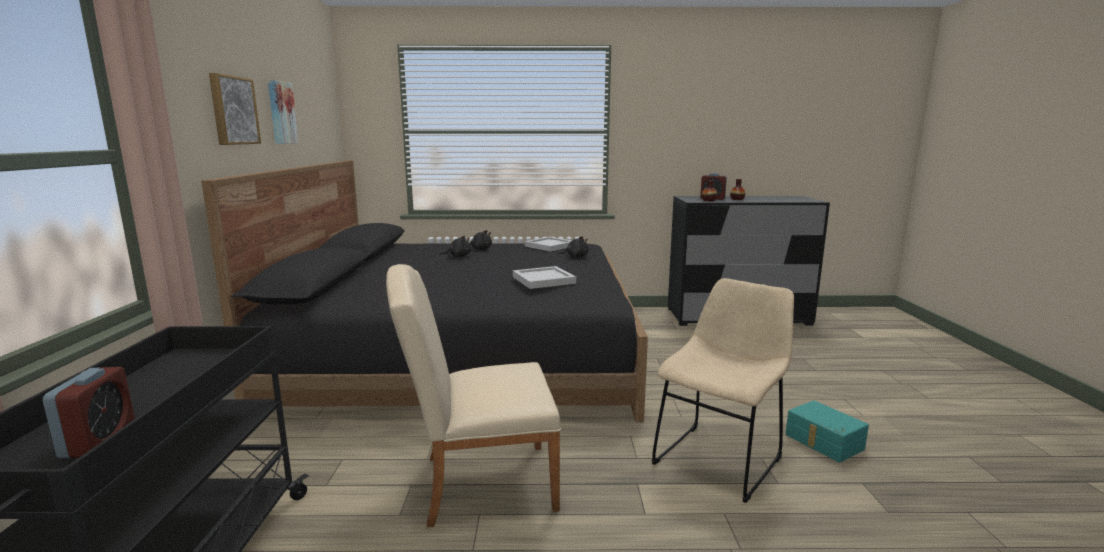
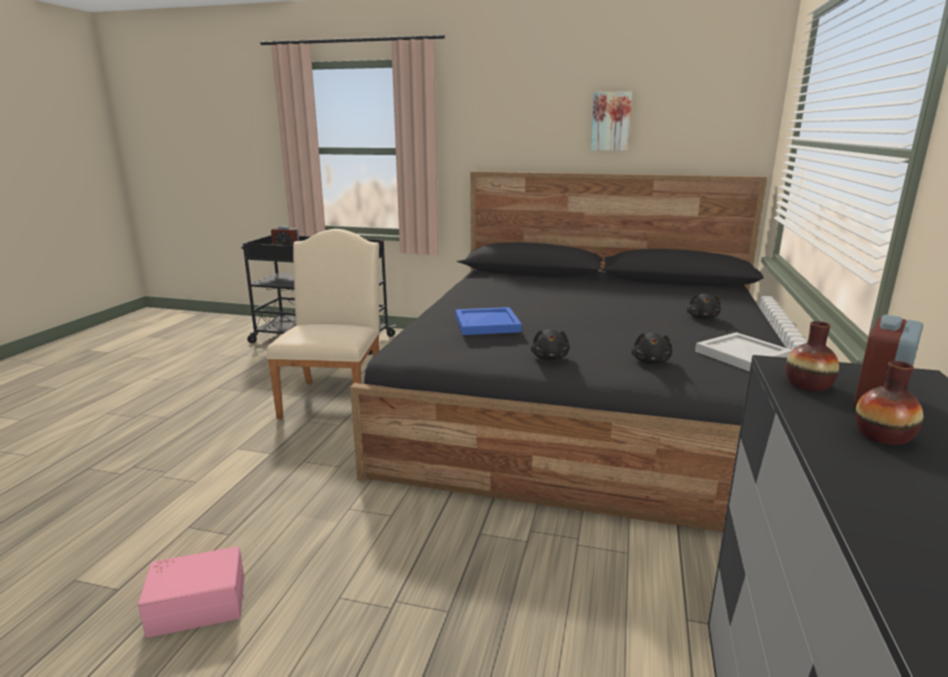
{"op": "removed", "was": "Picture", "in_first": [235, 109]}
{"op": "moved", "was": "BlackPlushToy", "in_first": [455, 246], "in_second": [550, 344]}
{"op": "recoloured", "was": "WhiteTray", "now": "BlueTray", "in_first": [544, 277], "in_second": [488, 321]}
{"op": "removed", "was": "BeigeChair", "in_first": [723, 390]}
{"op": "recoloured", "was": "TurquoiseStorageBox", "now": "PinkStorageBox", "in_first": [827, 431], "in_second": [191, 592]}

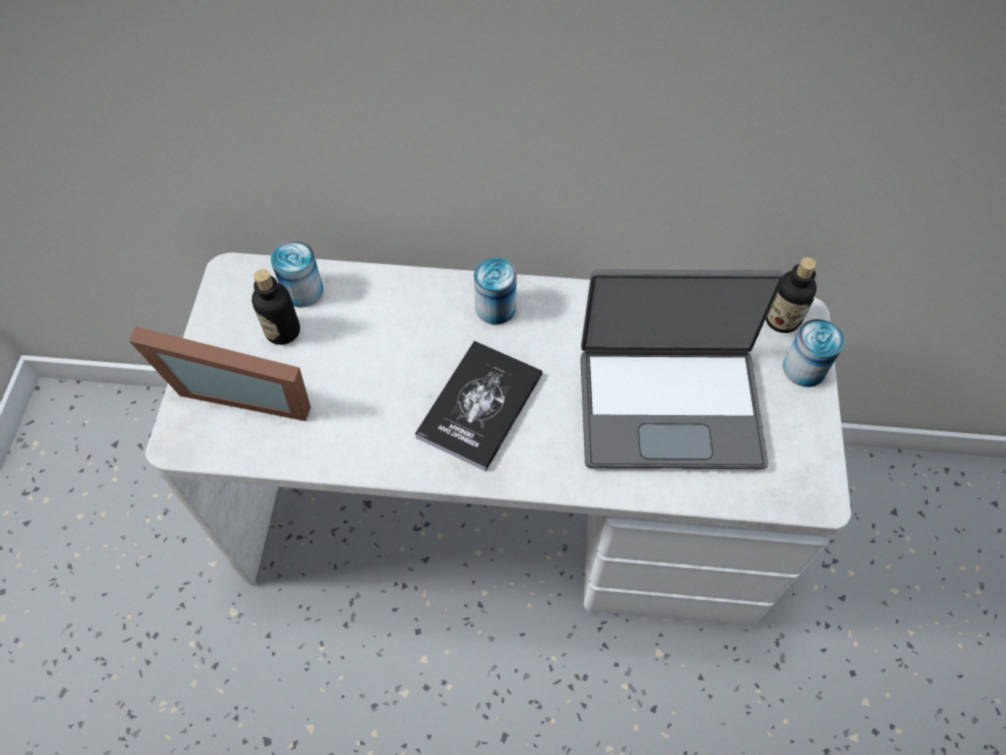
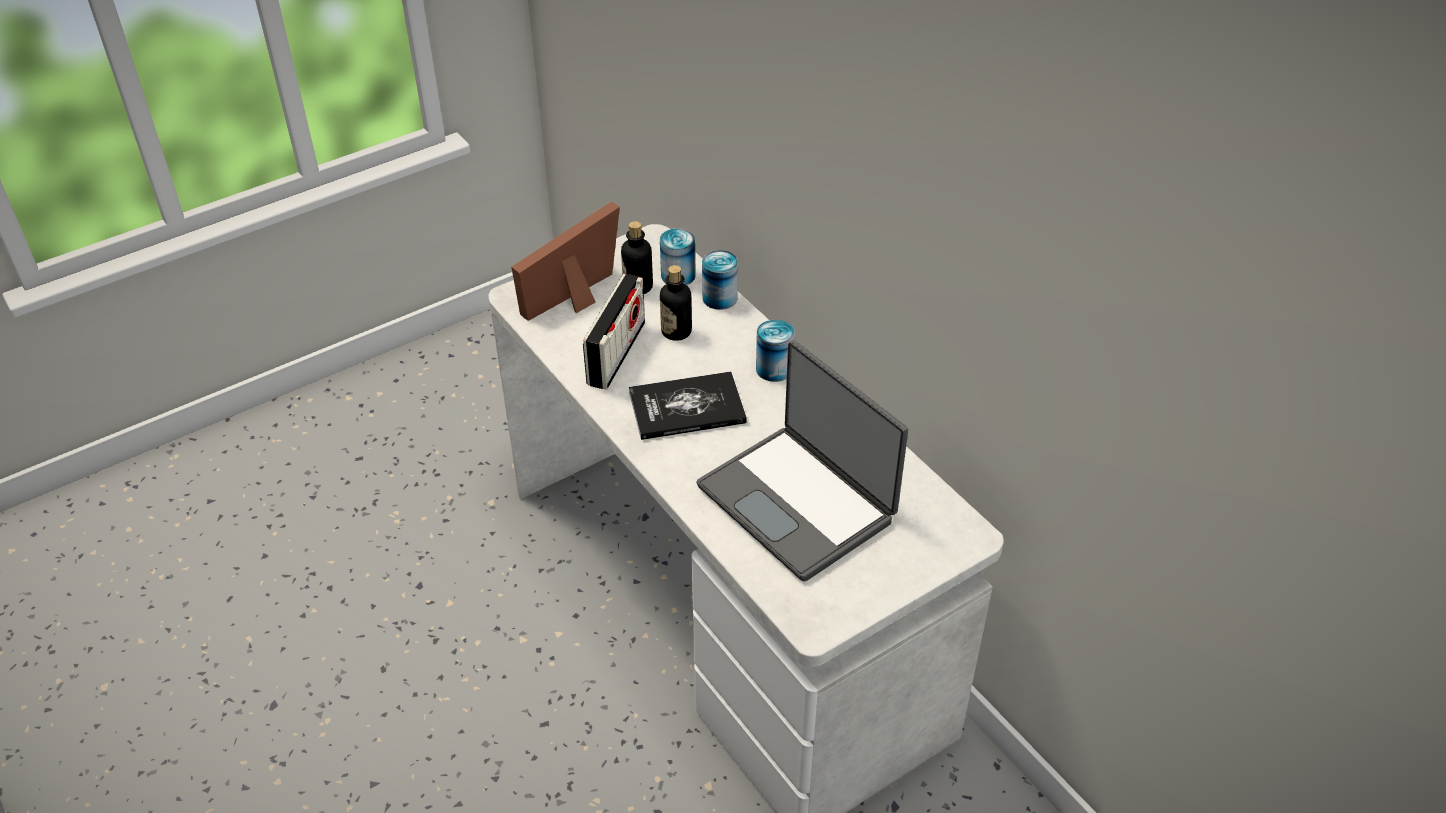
{"op": "moved", "was": "Bottle", "in_first": [791, 295], "in_second": [676, 303]}
{"op": "moved", "was": "Can", "in_first": [814, 353], "in_second": [720, 280]}
{"op": "turned", "was": "PictureFrame", "in_first": [220, 374], "in_second": [565, 261], "clockwise": 75}
{"op": "added", "now": "Radio", "in_second": [614, 332]}

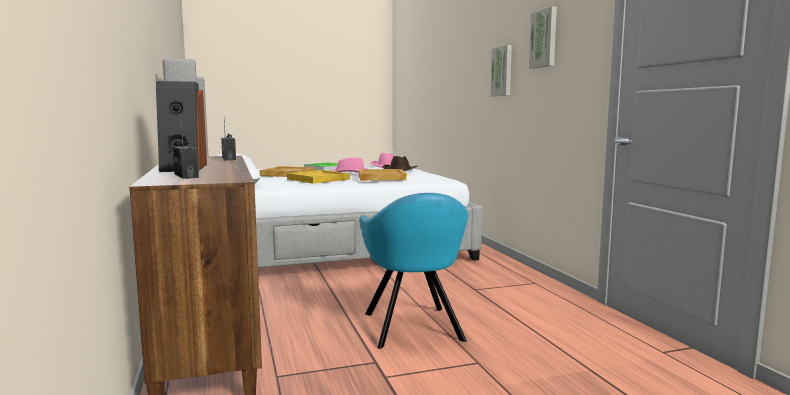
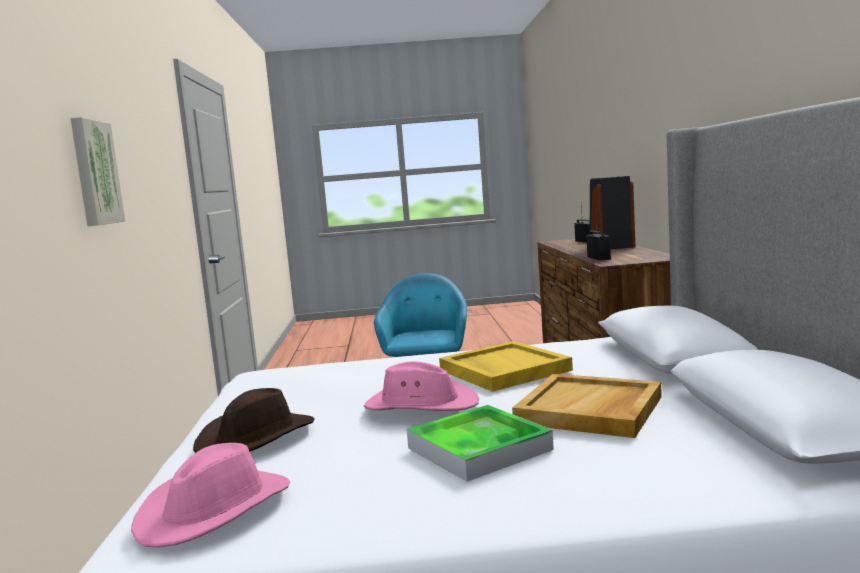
{"op": "removed", "was": "Picture", "in_first": [543, 37]}
{"op": "removed", "was": "BeigeTray", "in_first": [383, 175]}

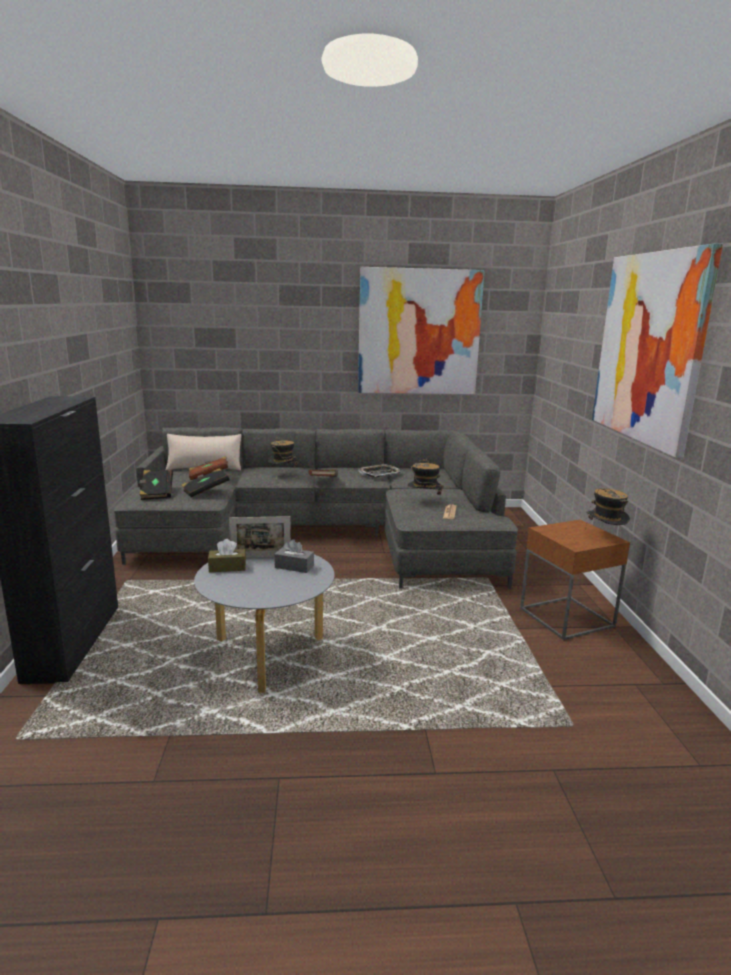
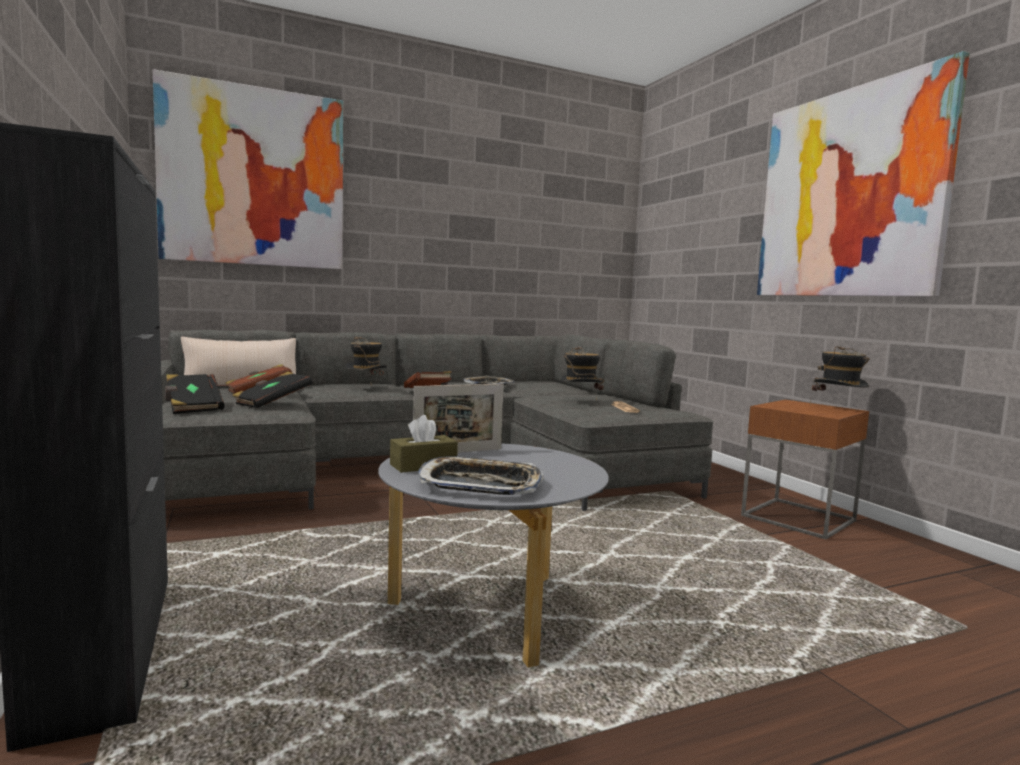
{"op": "moved", "was": "Picture", "in_first": [421, 330], "in_second": [248, 169]}
{"op": "removed", "was": "GreyTissueBox", "in_first": [294, 556]}
{"op": "added", "now": "Tray", "in_second": [481, 475]}

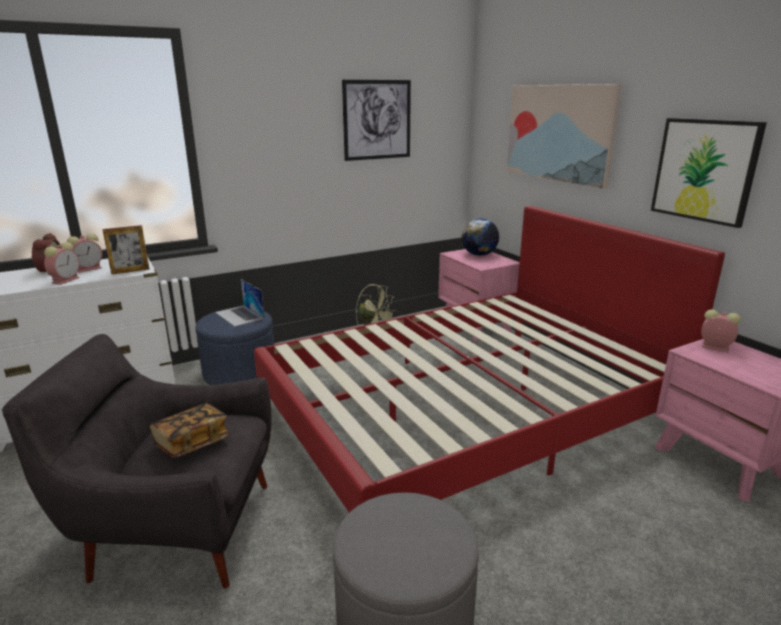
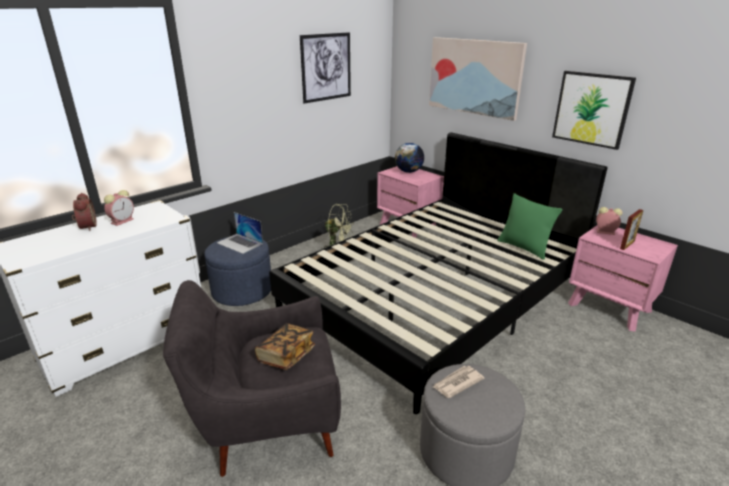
{"op": "recoloured", "was": "RedBed", "now": "BlackBed", "in_first": [489, 359], "in_second": [438, 273]}
{"op": "moved", "was": "PictureFrame", "in_first": [125, 250], "in_second": [632, 229]}
{"op": "removed", "was": "AlarmClock", "in_first": [62, 263]}
{"op": "added", "now": "GreenPillow", "in_second": [529, 226]}
{"op": "added", "now": "Newspaper", "in_second": [459, 382]}

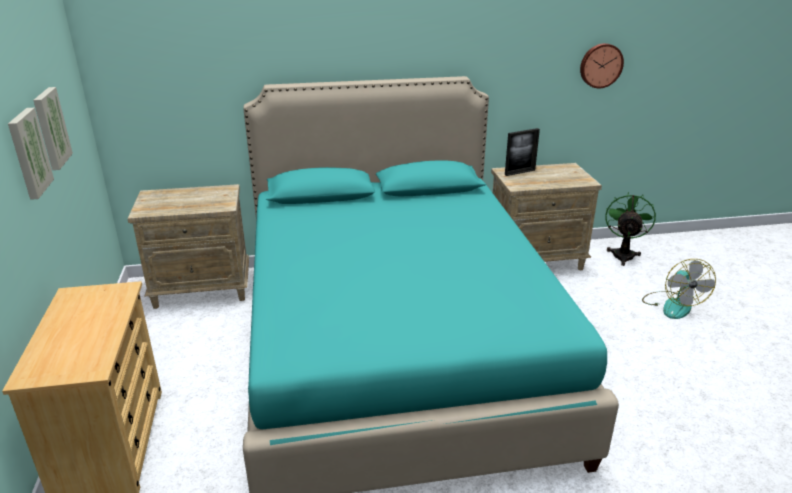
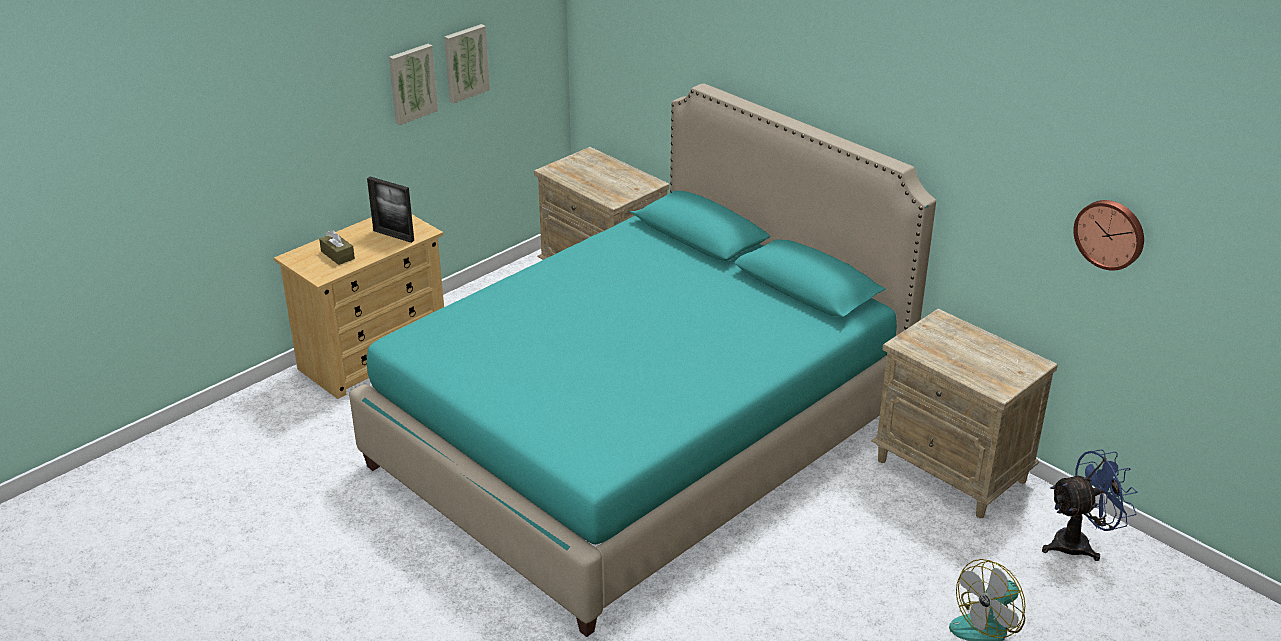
{"op": "moved", "was": "PictureFrame", "in_first": [522, 152], "in_second": [390, 210]}
{"op": "recoloured", "was": "GreenFan", "now": "BlueFan", "in_first": [630, 229], "in_second": [1090, 505]}
{"op": "added", "now": "BrownTissueBox", "in_second": [337, 247]}

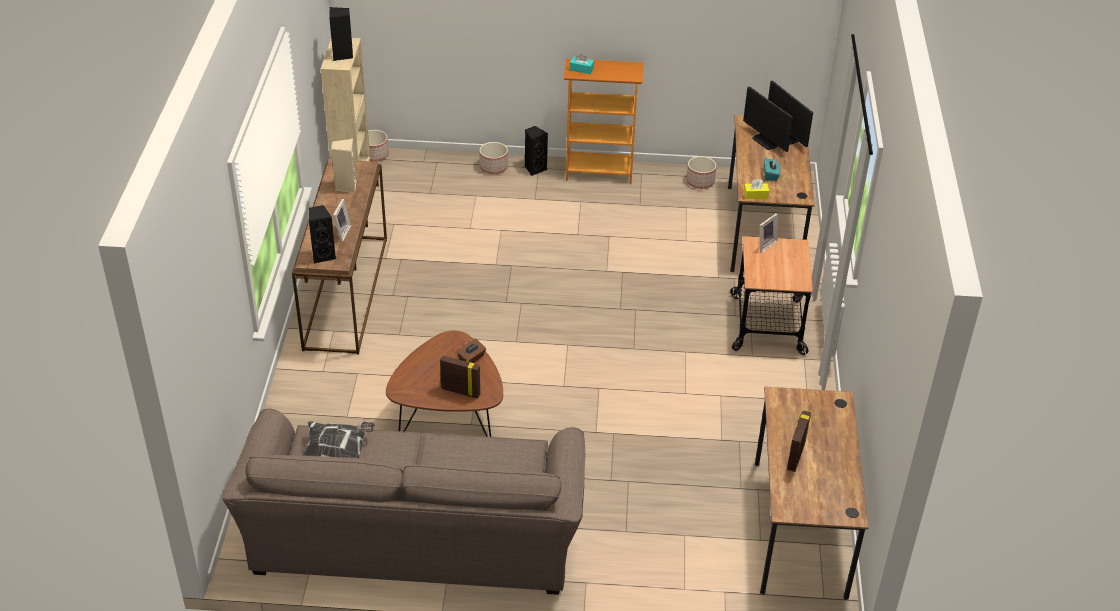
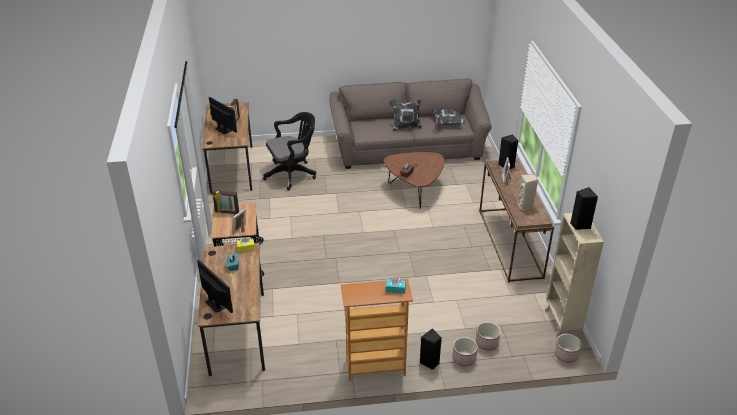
{"op": "moved", "was": "Monitor", "in_first": [768, 119], "in_second": [223, 115]}
{"op": "moved", "was": "Planter", "in_first": [701, 172], "in_second": [488, 336]}
{"op": "moved", "was": "PictureFrame", "in_first": [460, 377], "in_second": [225, 202]}
{"op": "added", "now": "Pillow", "in_second": [406, 115]}
{"op": "added", "now": "BlackOfficeChair", "in_second": [289, 151]}

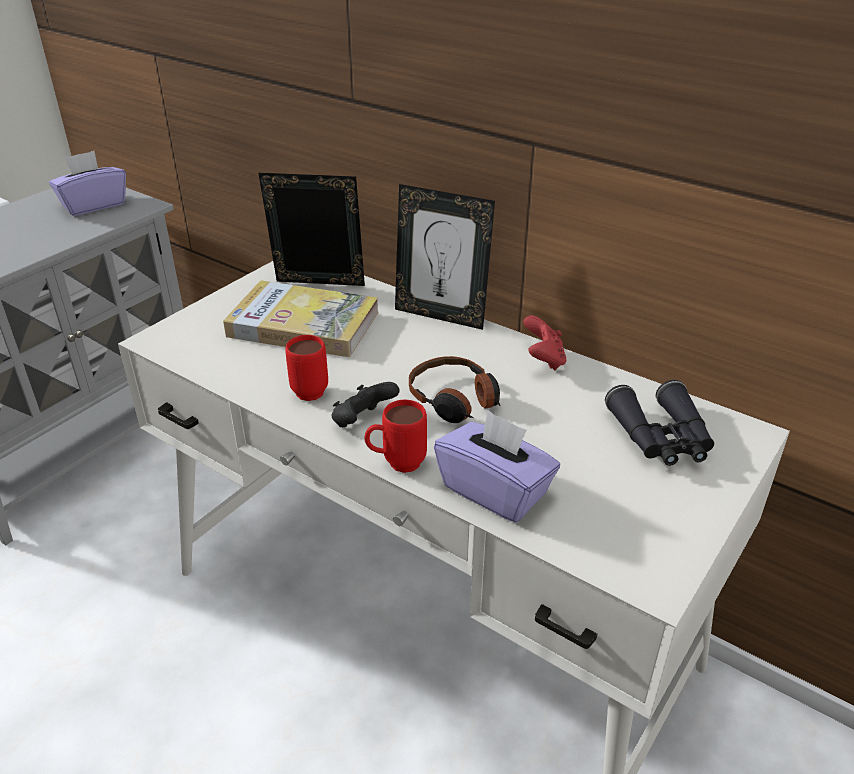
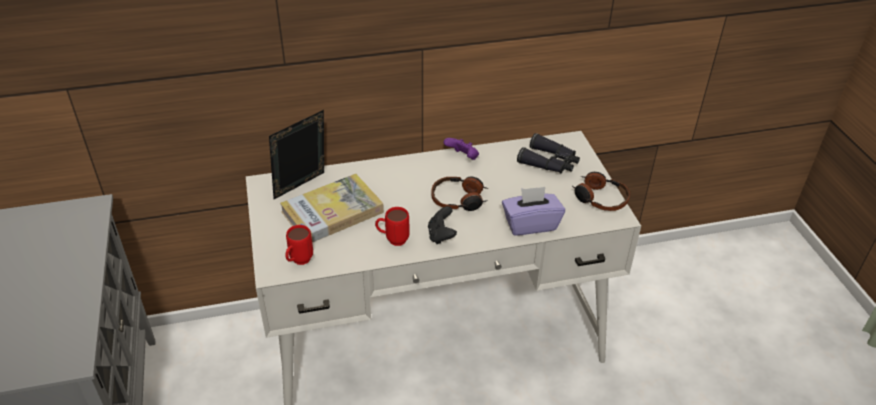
{"op": "removed", "was": "PurpleTissueBox", "in_first": [87, 183]}
{"op": "removed", "was": "PictureFrame", "in_first": [445, 257]}
{"op": "recoloured", "was": "RedGameController", "now": "PurpleGameController", "in_first": [544, 343], "in_second": [461, 149]}
{"op": "moved", "was": "RedMug", "in_first": [395, 436], "in_second": [299, 245]}
{"op": "added", "now": "Headphones", "in_second": [601, 191]}

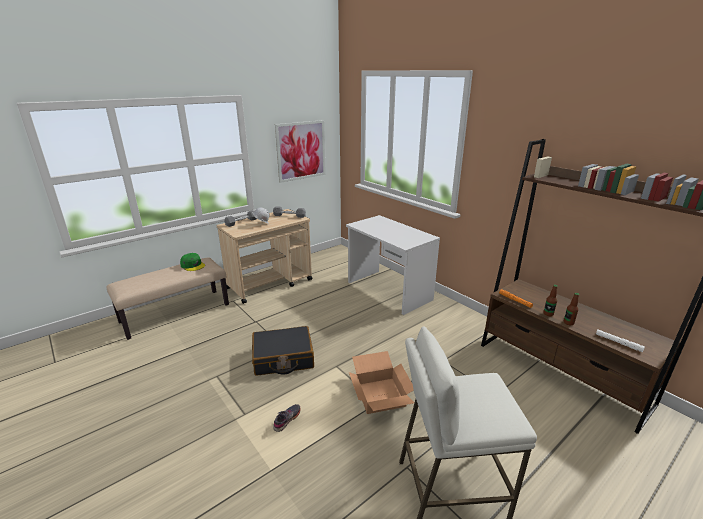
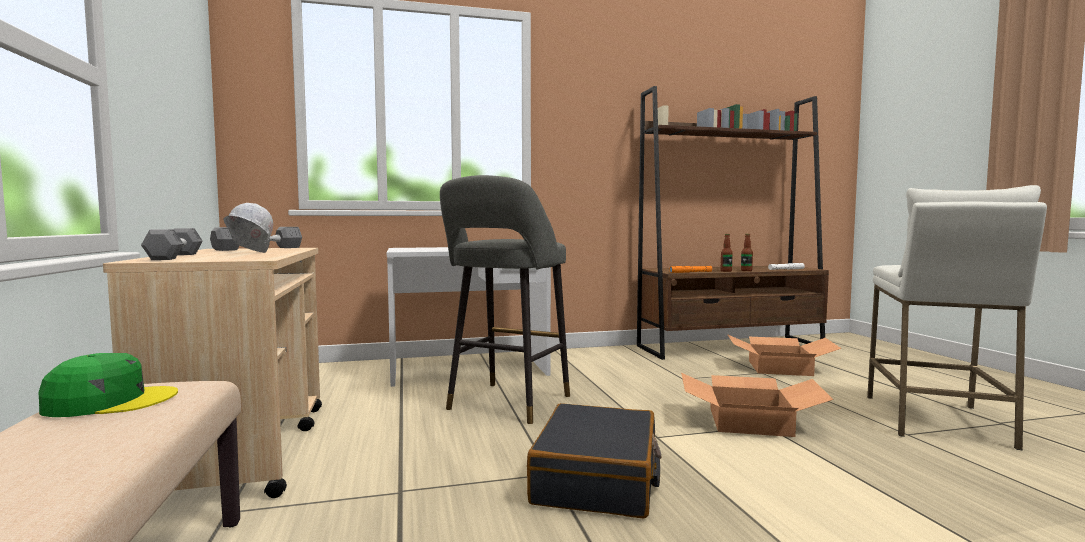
{"op": "removed", "was": "Picture", "in_first": [300, 151]}
{"op": "removed", "was": "GreyShoe", "in_first": [287, 418]}
{"op": "added", "now": "GreyStool", "in_second": [505, 299]}
{"op": "added", "now": "CardboardBox", "in_second": [784, 355]}

